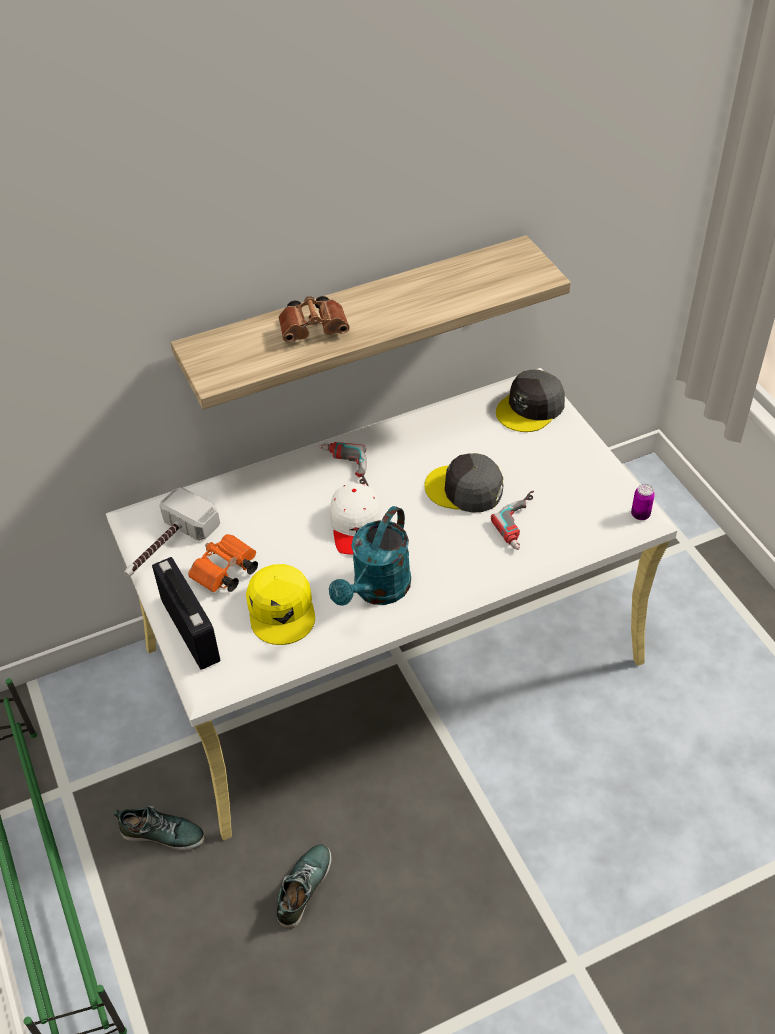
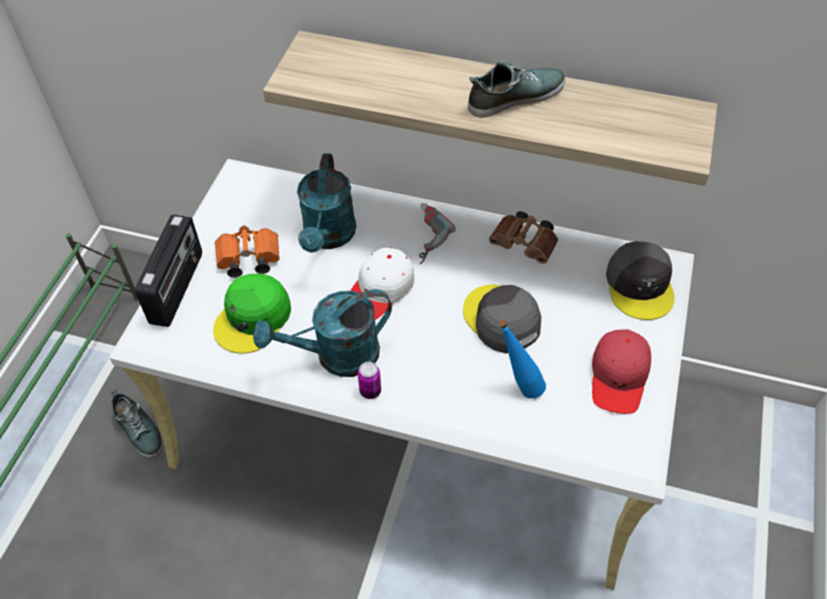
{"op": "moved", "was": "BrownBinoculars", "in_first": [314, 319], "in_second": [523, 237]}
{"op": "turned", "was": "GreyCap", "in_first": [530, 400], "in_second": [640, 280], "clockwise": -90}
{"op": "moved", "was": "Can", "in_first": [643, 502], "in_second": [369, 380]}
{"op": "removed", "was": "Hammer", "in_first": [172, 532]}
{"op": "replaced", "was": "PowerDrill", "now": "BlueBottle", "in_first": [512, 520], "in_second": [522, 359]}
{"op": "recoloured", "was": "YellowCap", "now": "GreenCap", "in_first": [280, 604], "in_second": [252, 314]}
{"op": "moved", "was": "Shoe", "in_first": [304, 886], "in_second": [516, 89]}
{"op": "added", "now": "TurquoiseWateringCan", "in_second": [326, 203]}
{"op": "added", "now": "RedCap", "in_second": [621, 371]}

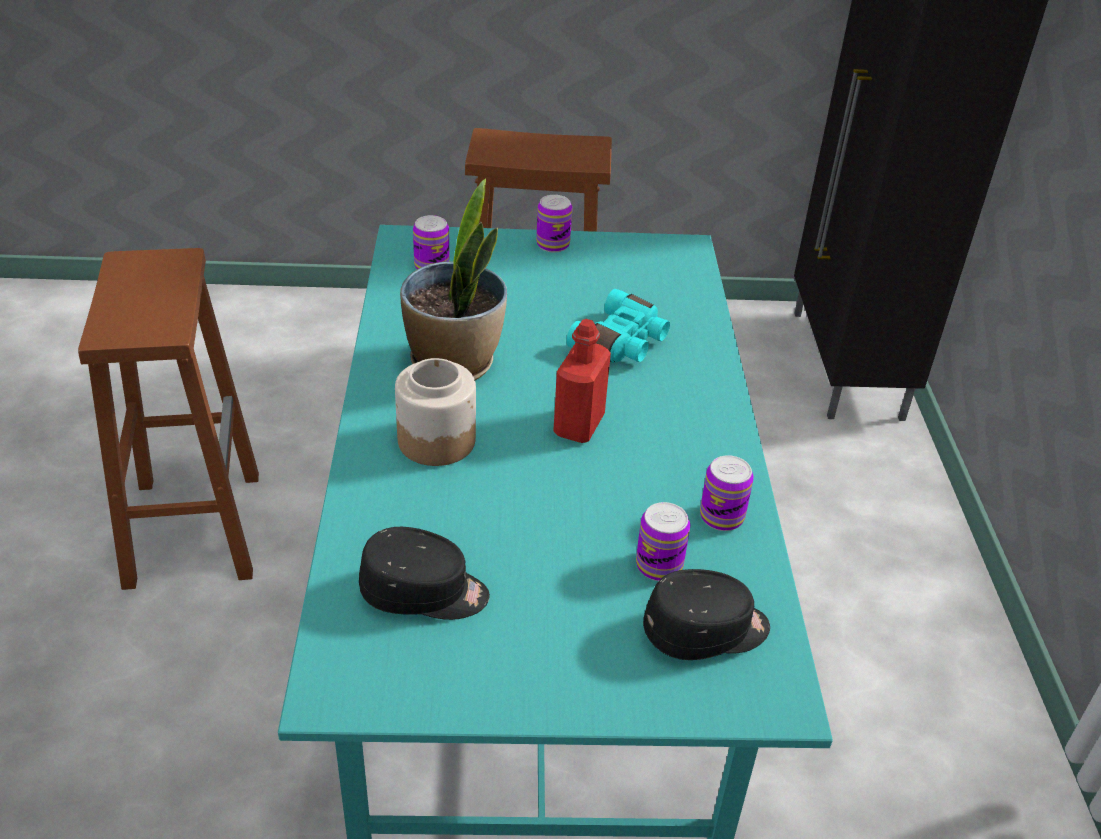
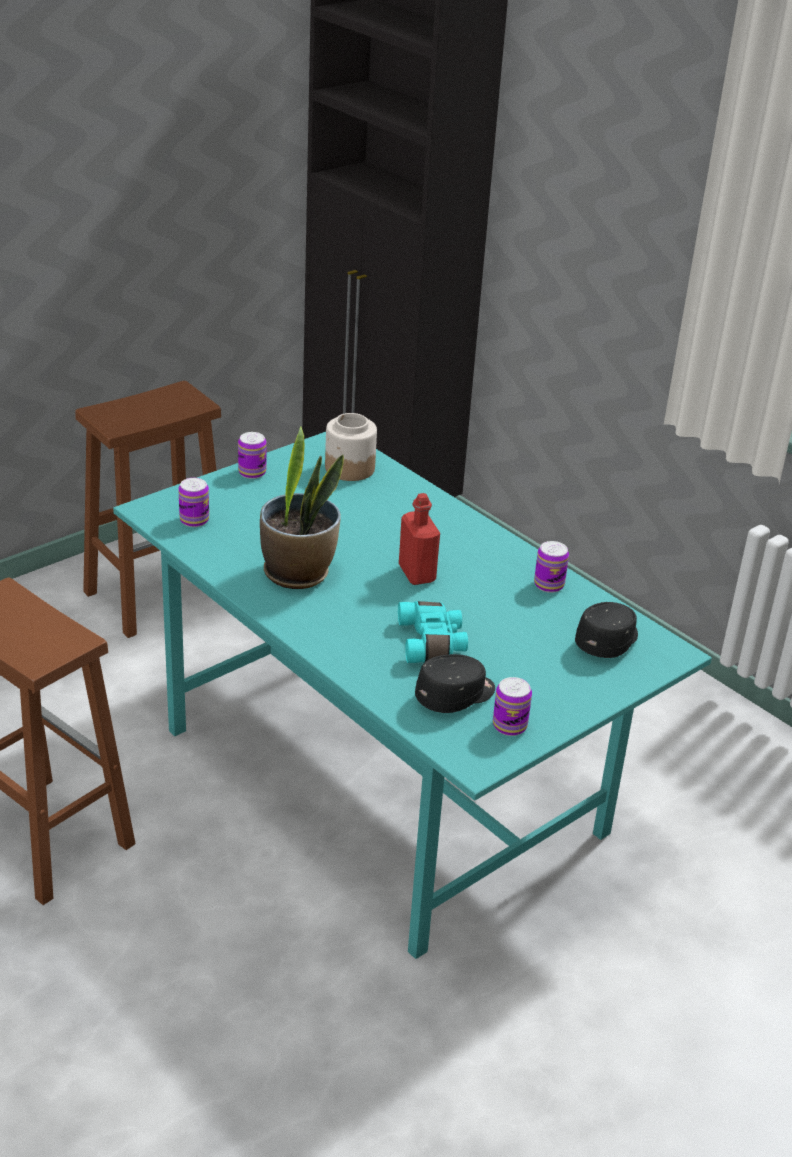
{"op": "moved", "was": "TurquoiseBinoculars", "in_first": [618, 326], "in_second": [433, 632]}
{"op": "moved", "was": "Jar", "in_first": [435, 412], "in_second": [351, 447]}
{"op": "moved", "was": "Can", "in_first": [663, 541], "in_second": [512, 706]}

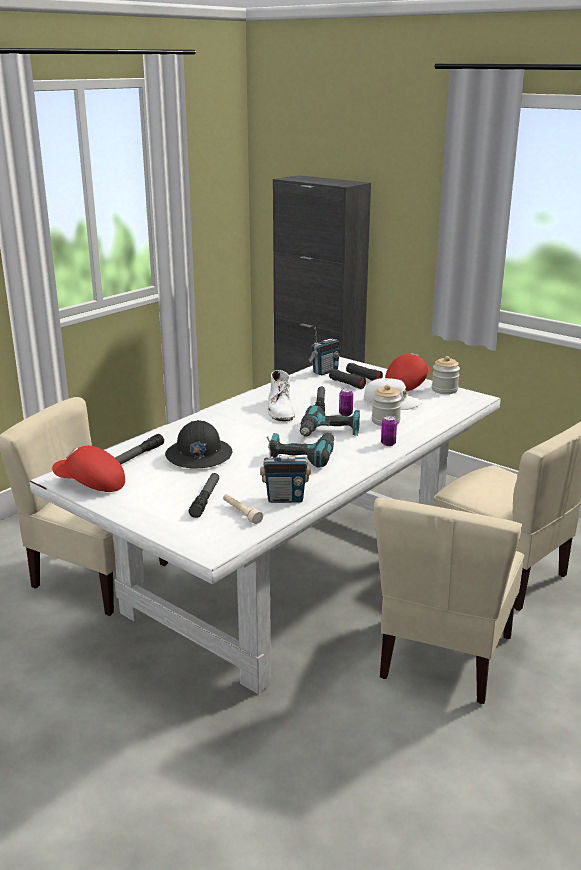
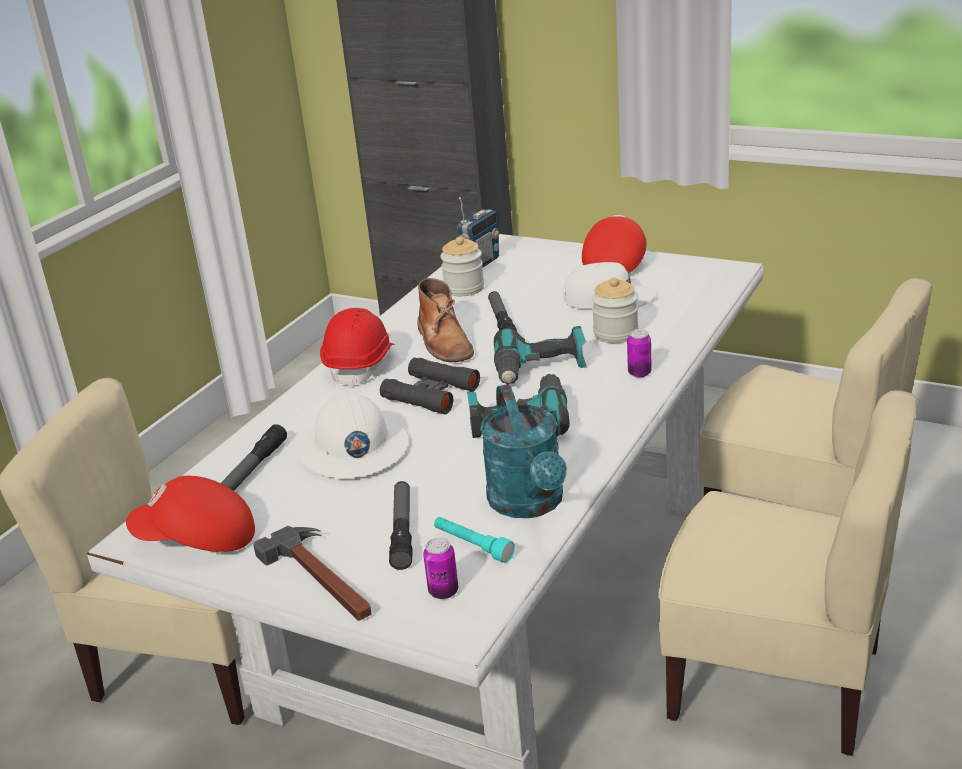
{"op": "moved", "was": "Jar", "in_first": [446, 375], "in_second": [462, 266]}
{"op": "moved", "was": "BlackBinoculars", "in_first": [356, 376], "in_second": [430, 386]}
{"op": "recoloured", "was": "WhiteBoot", "now": "BrownBoot", "in_first": [281, 395], "in_second": [445, 320]}
{"op": "moved", "was": "Can", "in_first": [346, 402], "in_second": [440, 568]}
{"op": "recoloured", "was": "BlackHardHat", "now": "WhiteHardHat", "in_first": [198, 444], "in_second": [352, 435]}
{"op": "replaced", "was": "Radio", "now": "TurquoiseWateringCan", "in_first": [285, 469], "in_second": [523, 451]}
{"op": "recoloured", "was": "BeigeFlashlight", "now": "TurquoiseFlashlight", "in_first": [243, 509], "in_second": [474, 540]}
{"op": "turned", "was": "BeigeChair", "in_first": [449, 601], "in_second": [788, 573], "clockwise": -75}
{"op": "added", "now": "RedHardHat", "in_second": [357, 348]}
{"op": "added", "now": "Hammer", "in_second": [312, 573]}

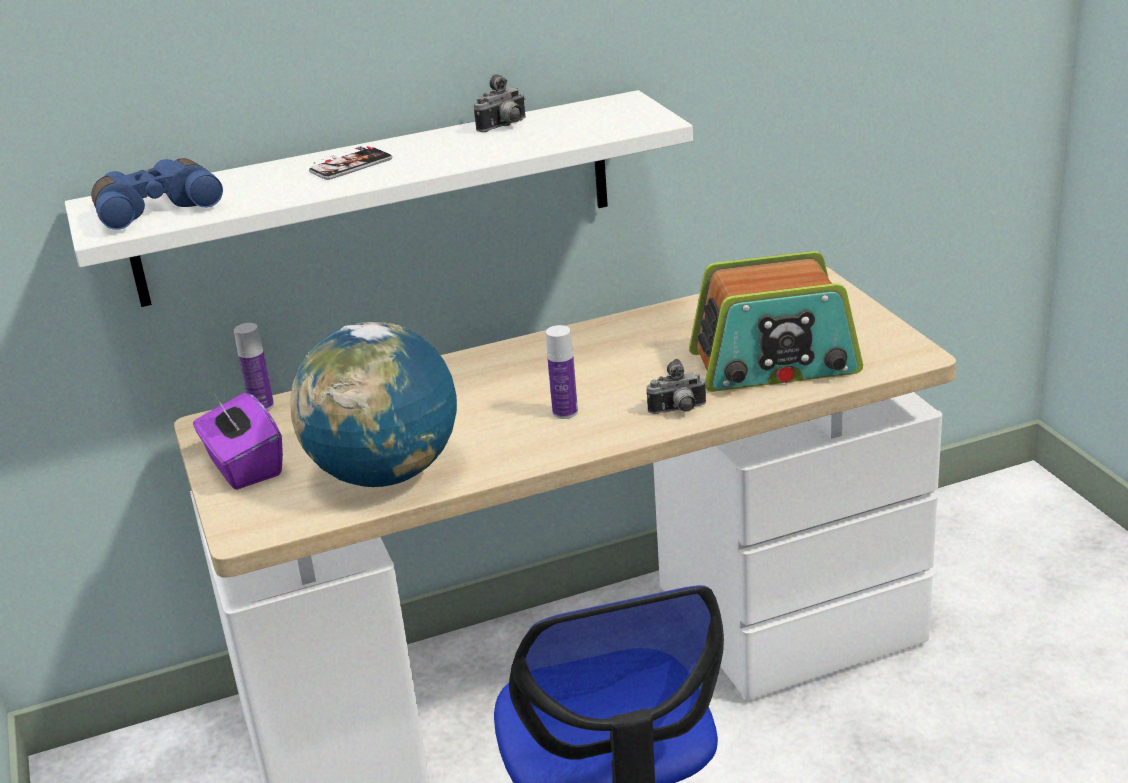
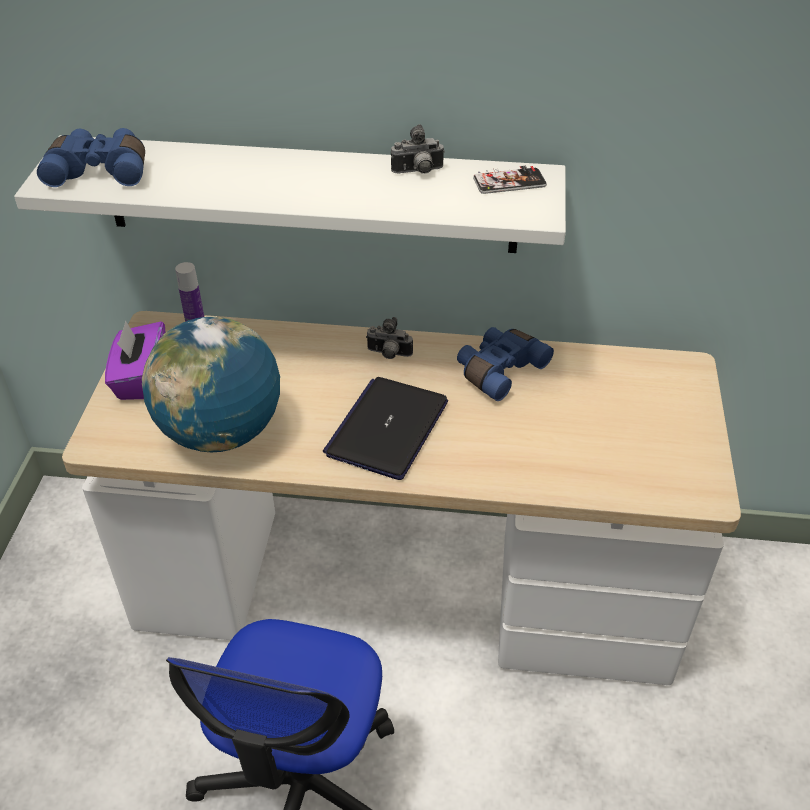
{"op": "moved", "was": "Phone", "in_first": [350, 163], "in_second": [510, 180]}
{"op": "removed", "was": "Radio", "in_first": [776, 321]}
{"op": "replaced", "was": "Bottle", "now": "Laptop", "in_first": [562, 372], "in_second": [385, 428]}
{"op": "moved", "was": "PhotoCamera", "in_first": [677, 386], "in_second": [389, 338]}
{"op": "added", "now": "BlueBinoculars", "in_second": [505, 364]}

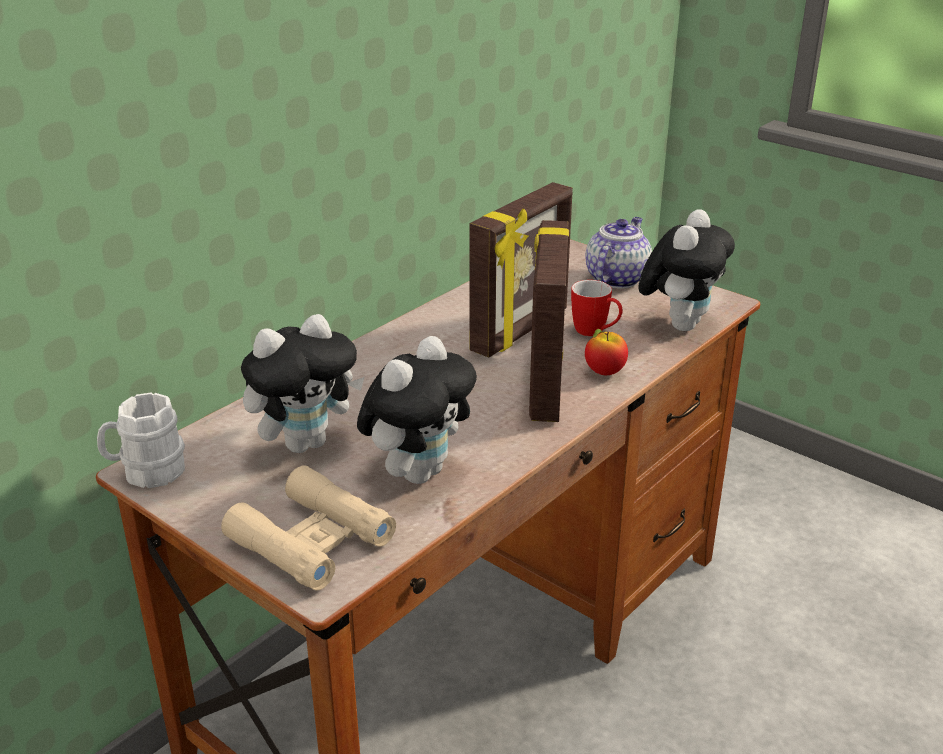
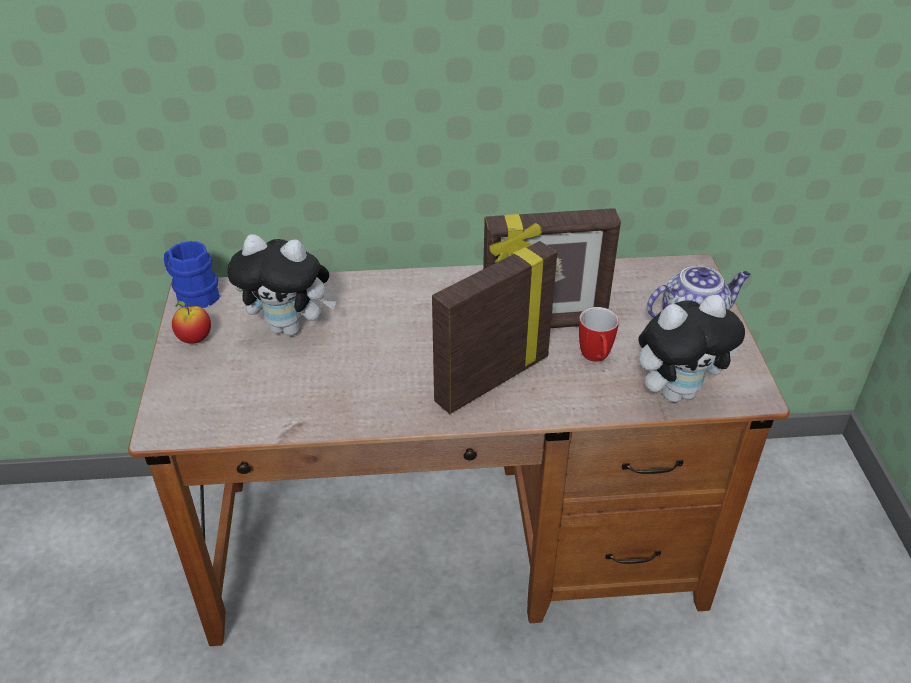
{"op": "moved", "was": "Apple", "in_first": [606, 352], "in_second": [191, 322]}
{"op": "removed", "was": "PlushToy", "in_first": [417, 410]}
{"op": "recoloured", "was": "WhiteMug", "now": "BlueMug", "in_first": [141, 440], "in_second": [192, 274]}
{"op": "removed", "was": "BeigeBinoculars", "in_first": [308, 528]}

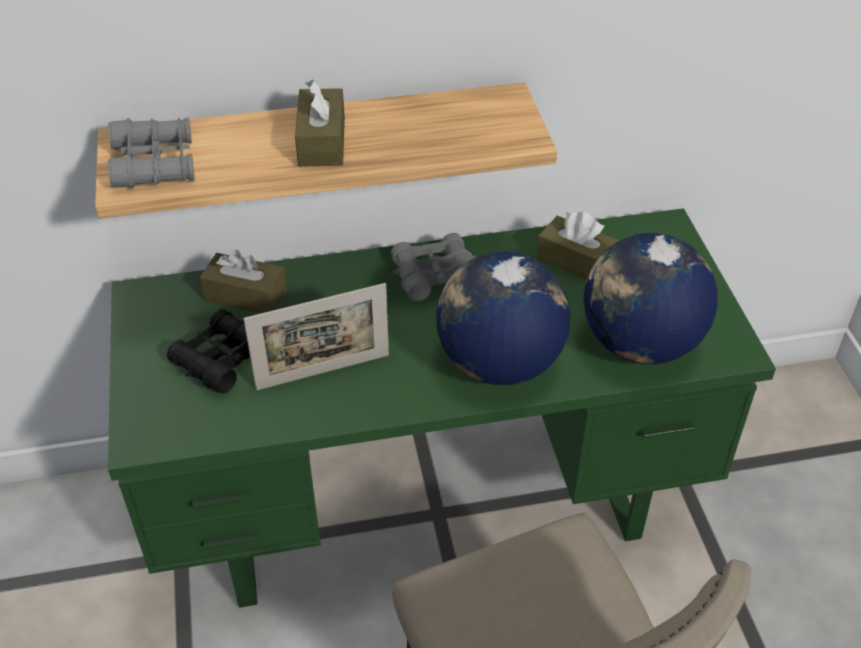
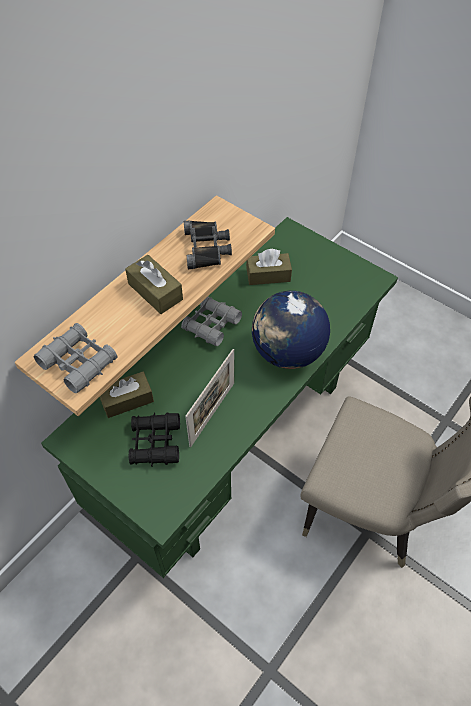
{"op": "removed", "was": "Globe", "in_first": [651, 298]}
{"op": "added", "now": "BlackBinoculars", "in_second": [208, 245]}

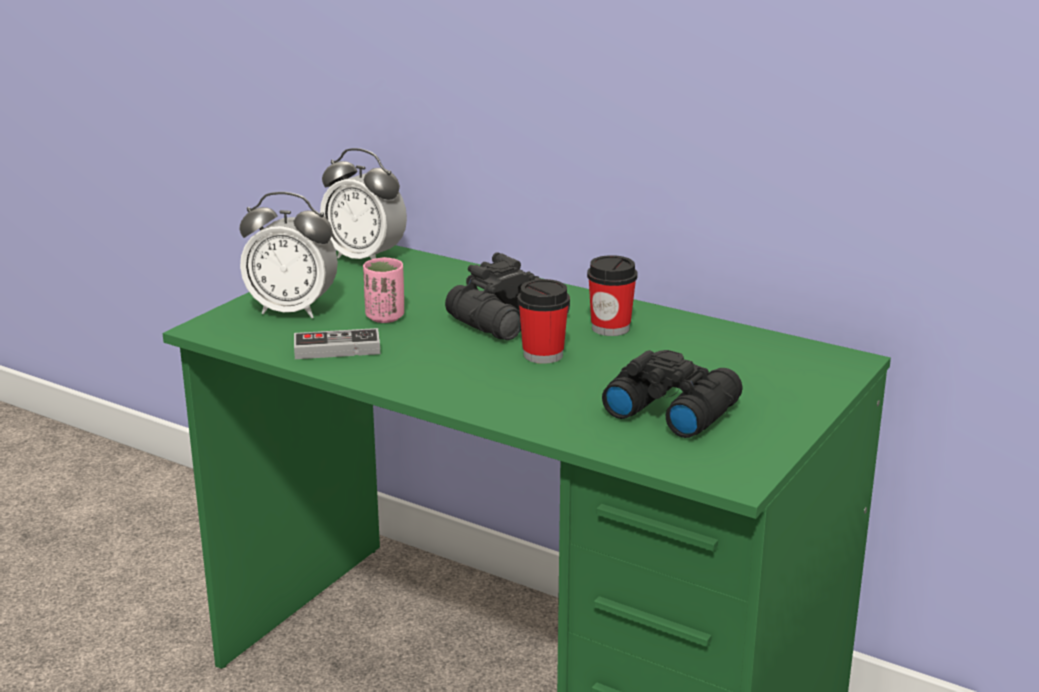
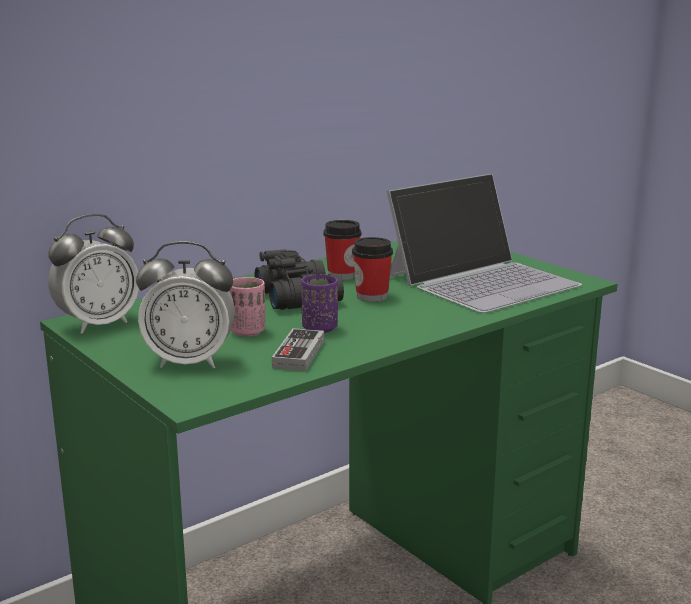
{"op": "turned", "was": "AlarmClock", "in_first": [288, 255], "in_second": [185, 305], "clockwise": 60}
{"op": "replaced", "was": "BlackBinoculars", "now": "Laptop", "in_first": [672, 394], "in_second": [484, 243]}
{"op": "added", "now": "PurpleCup", "in_second": [320, 303]}

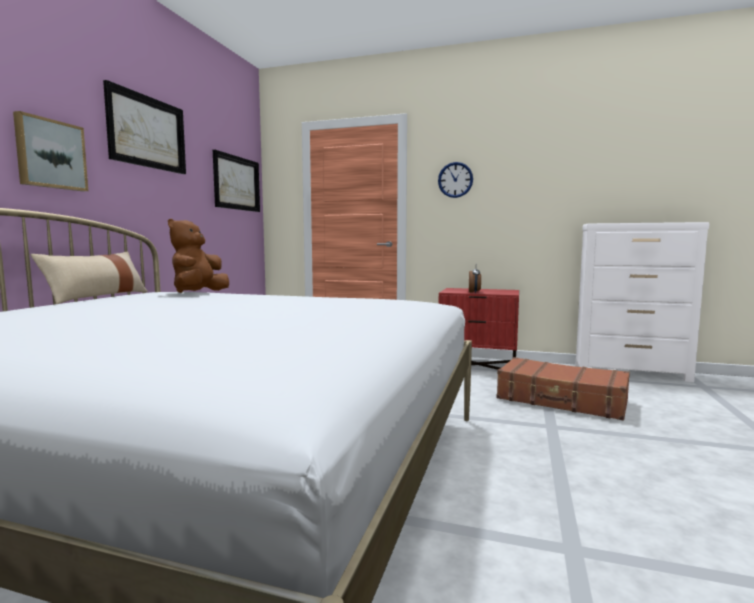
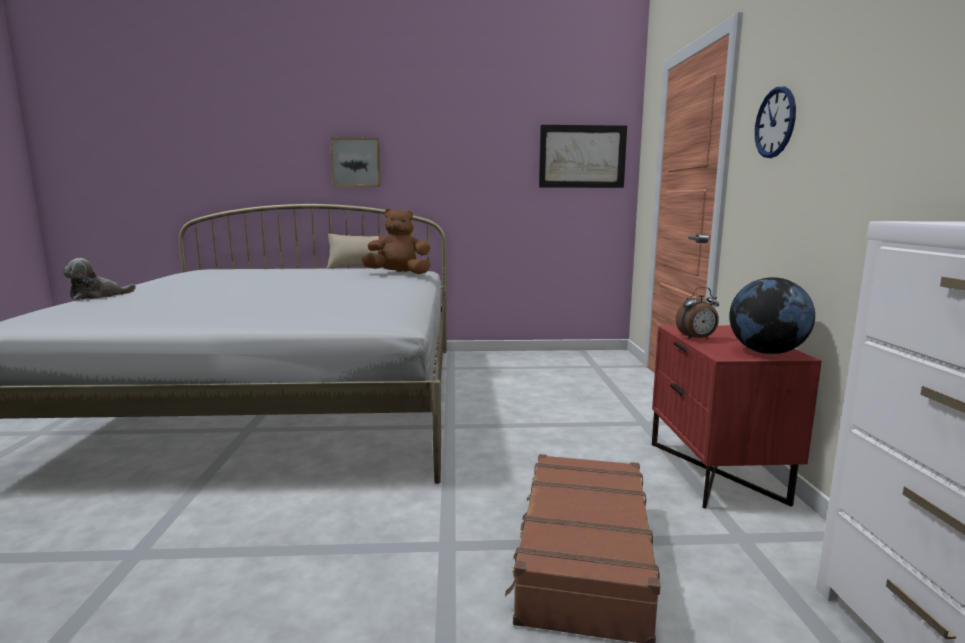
{"op": "removed", "was": "Picture", "in_first": [144, 127]}
{"op": "added", "now": "PlushToy", "in_second": [99, 279]}
{"op": "added", "now": "Globe", "in_second": [772, 315]}

